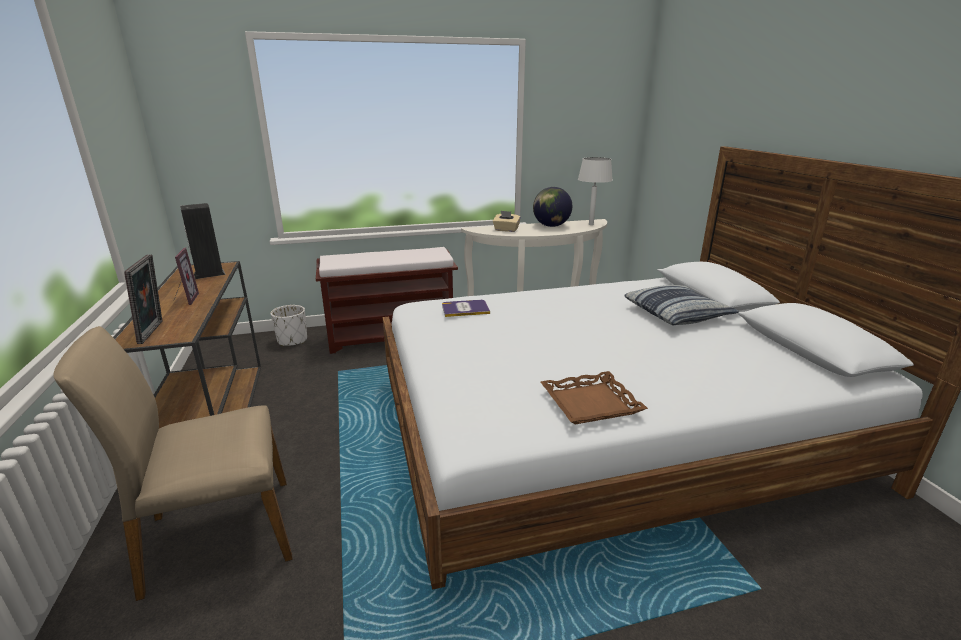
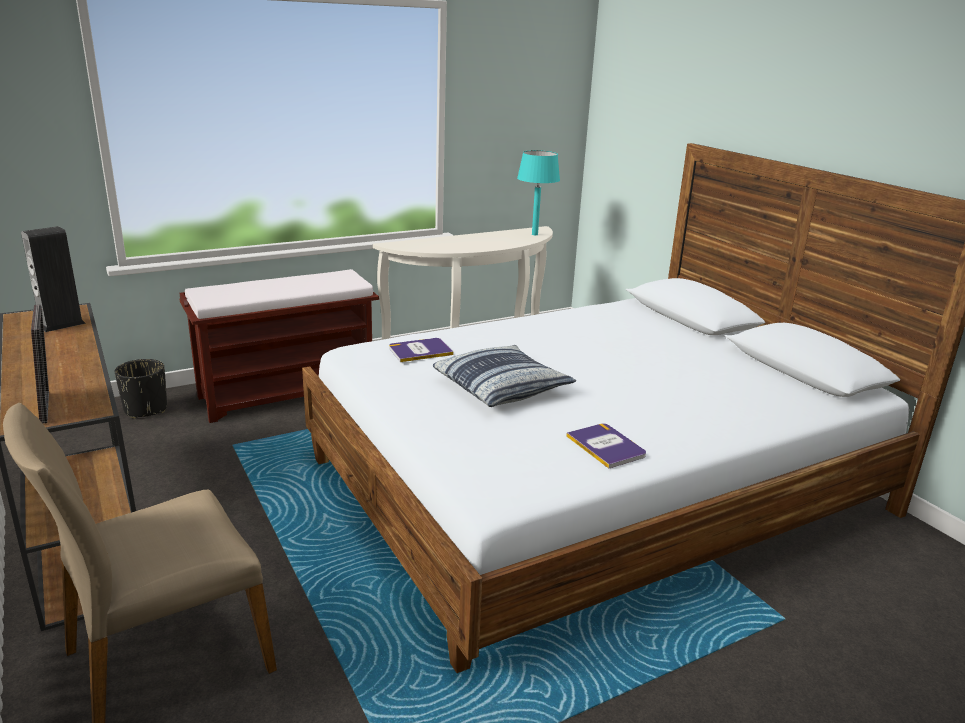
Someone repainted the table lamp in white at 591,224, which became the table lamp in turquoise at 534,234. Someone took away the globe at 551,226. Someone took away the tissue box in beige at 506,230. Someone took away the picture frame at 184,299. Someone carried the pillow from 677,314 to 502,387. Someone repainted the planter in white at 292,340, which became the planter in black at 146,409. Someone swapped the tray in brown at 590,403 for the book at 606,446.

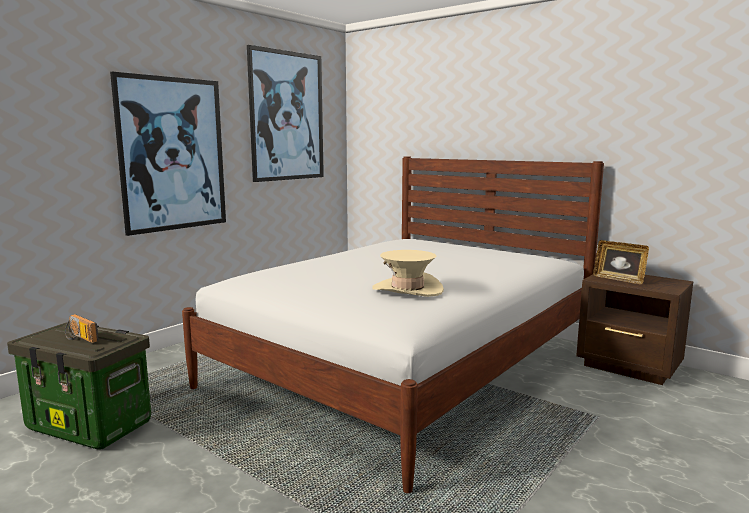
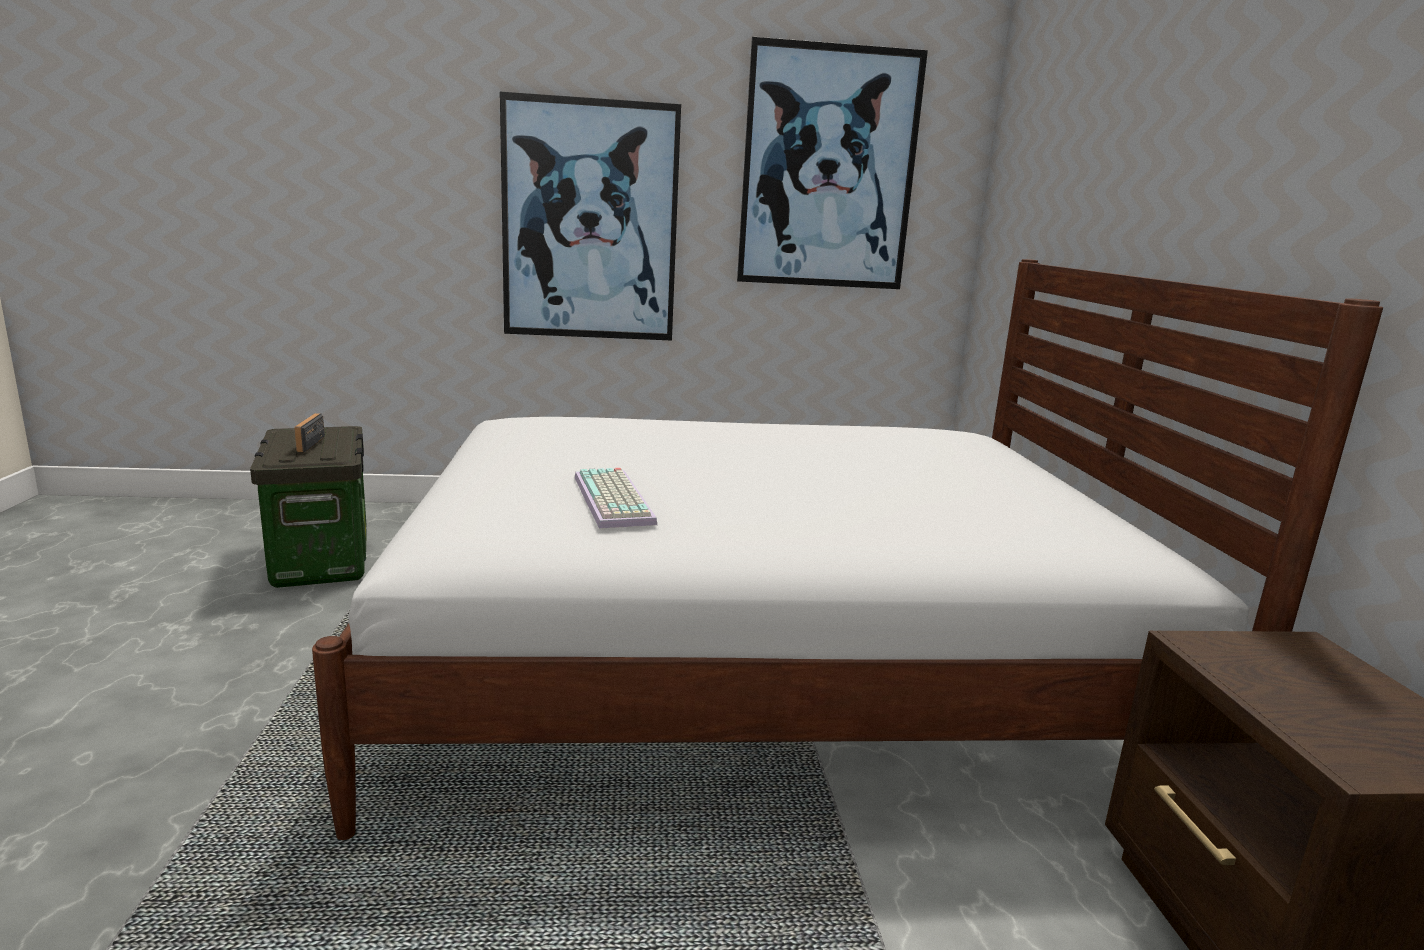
Someone took away the picture frame at 619,279. Someone swapped the hat in beige at 407,289 for the keyboard at 616,500.

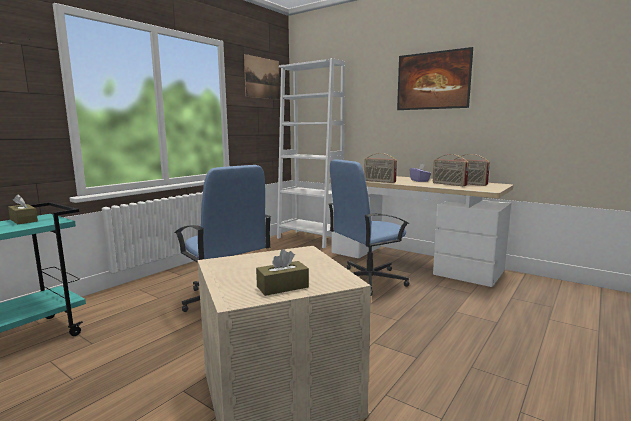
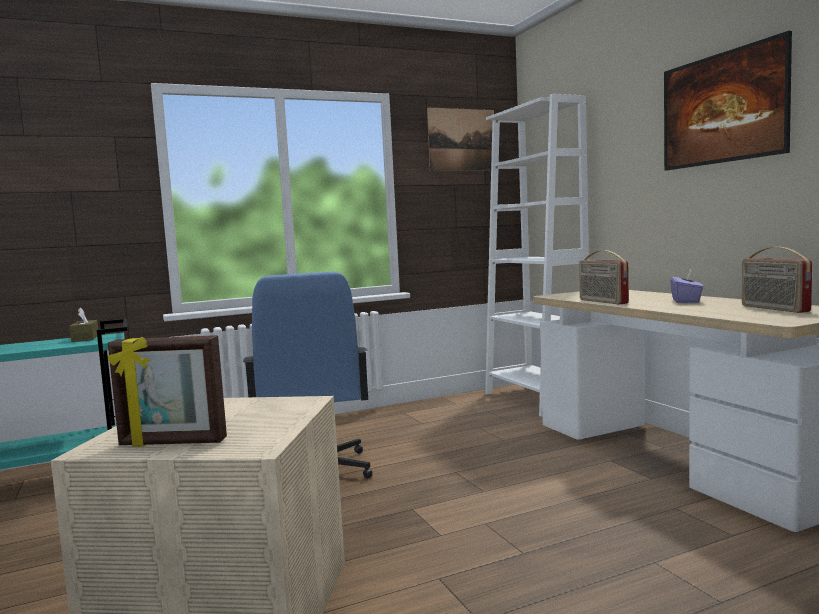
Someone took away the radio at 448,184. Someone took away the office chair in blue at 367,280. Someone swapped the tissue box in brown at 282,287 for the picture frame at 172,443.

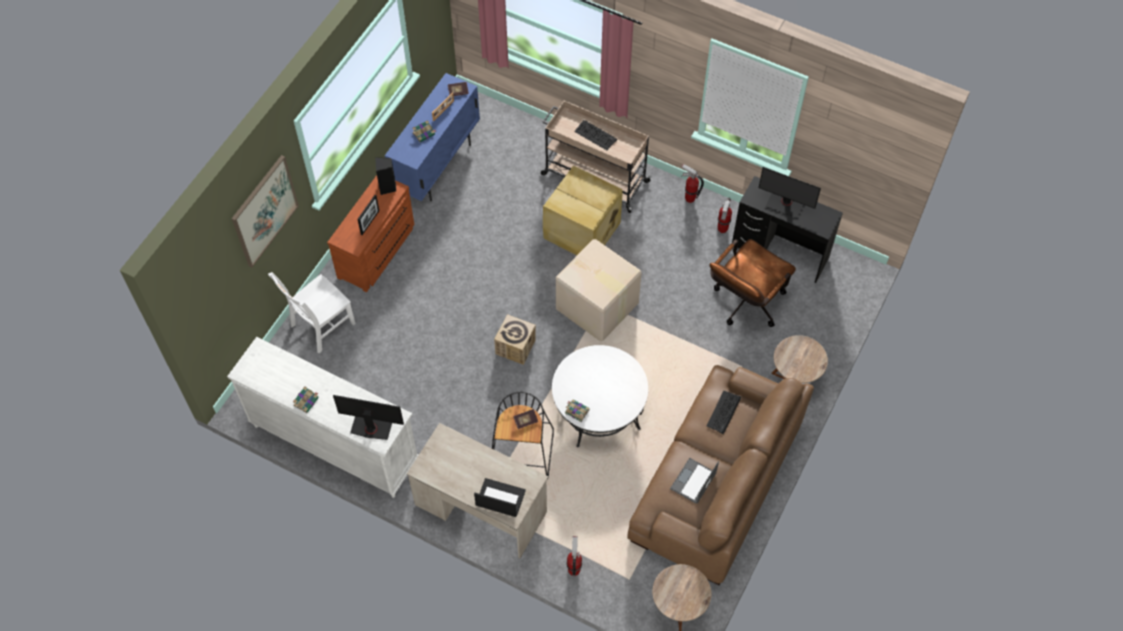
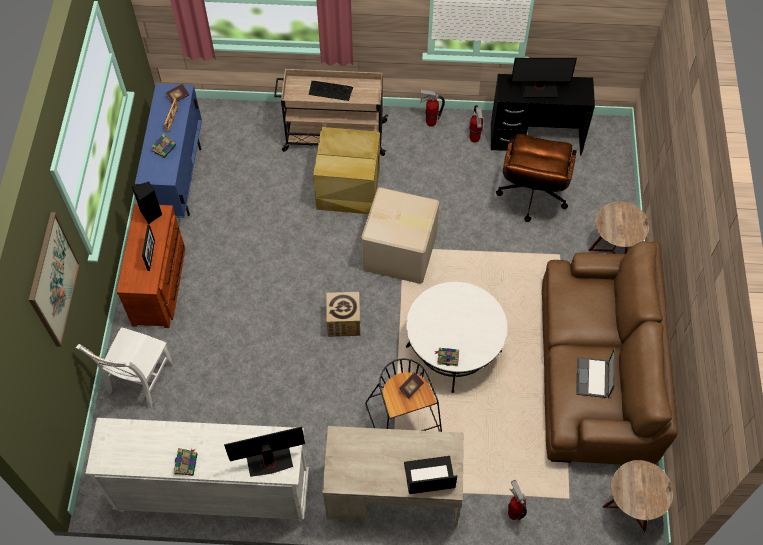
Someone took away the keyboard at 724,412.

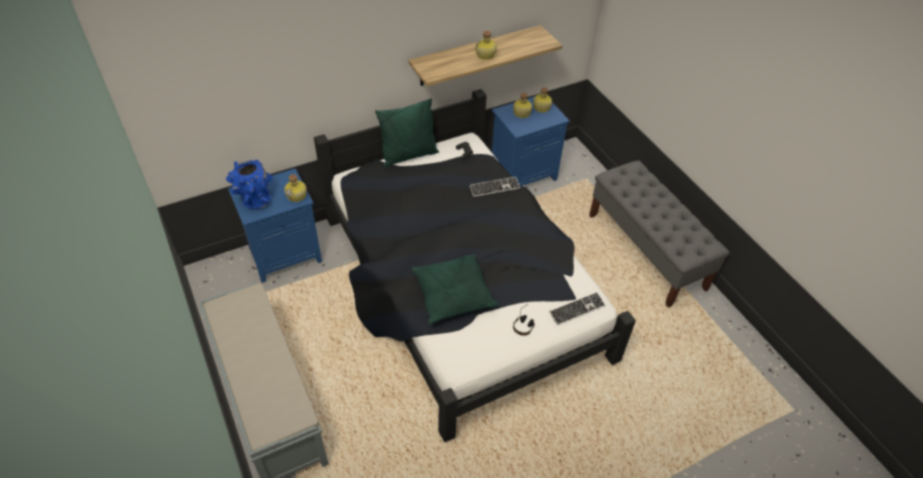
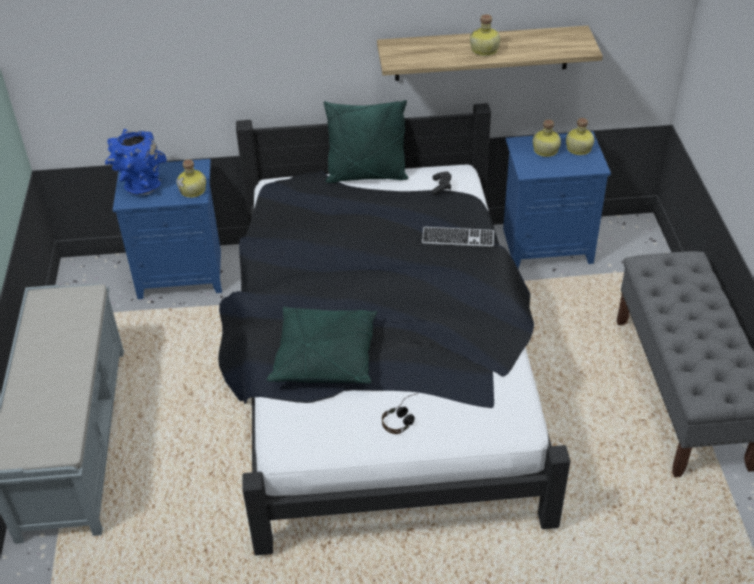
Someone took away the keyboard at 577,309.

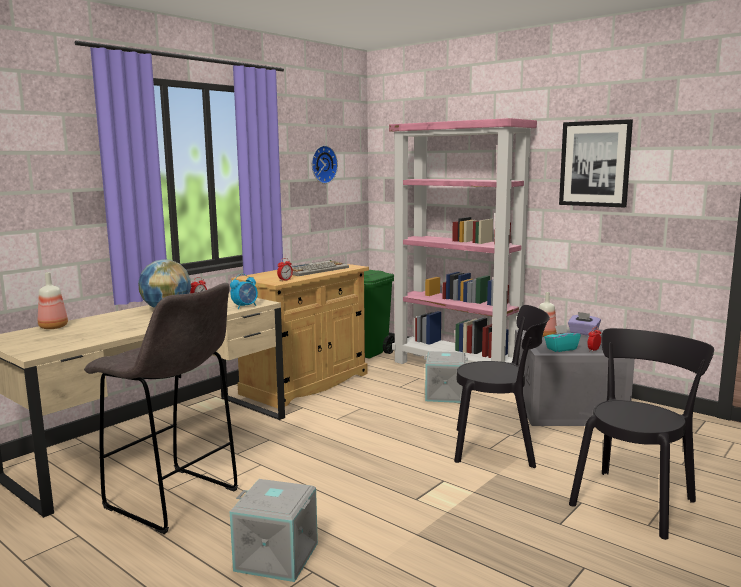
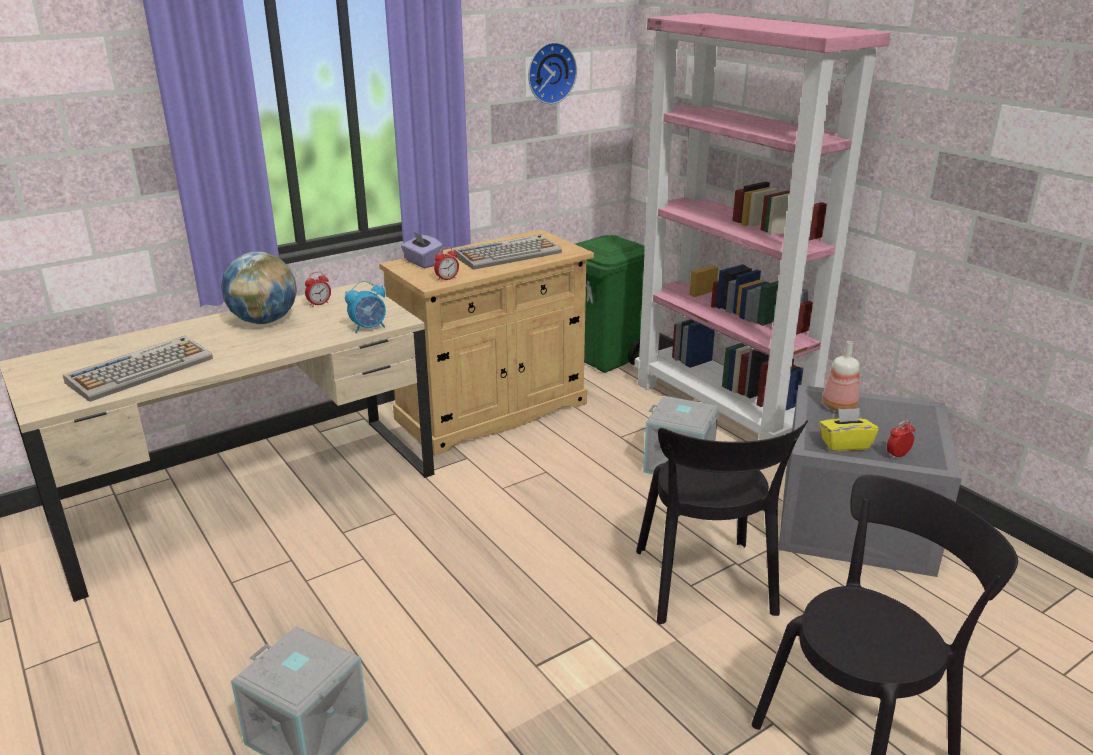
Someone took away the picture at 595,164. Someone took away the bottle at 53,327. Someone took away the stool in grey at 174,500. Someone rotated the chair in black at 499,447 by 60 degrees clockwise. Someone carried the tissue box in purple from 583,333 to 422,263. Someone repainted the tissue box in turquoise at 561,349, which became the tissue box in yellow at 845,444. Someone put down the keyboard at 141,370.

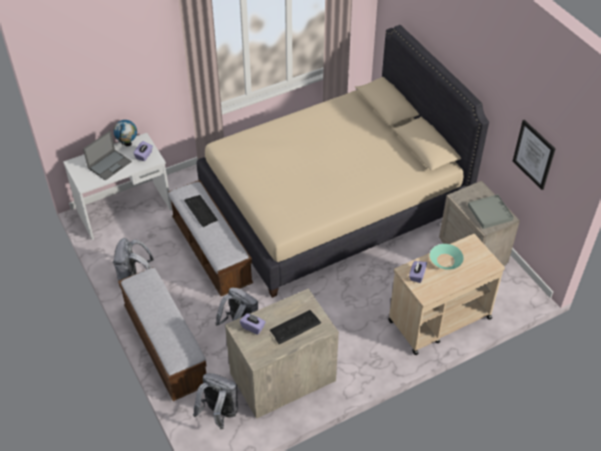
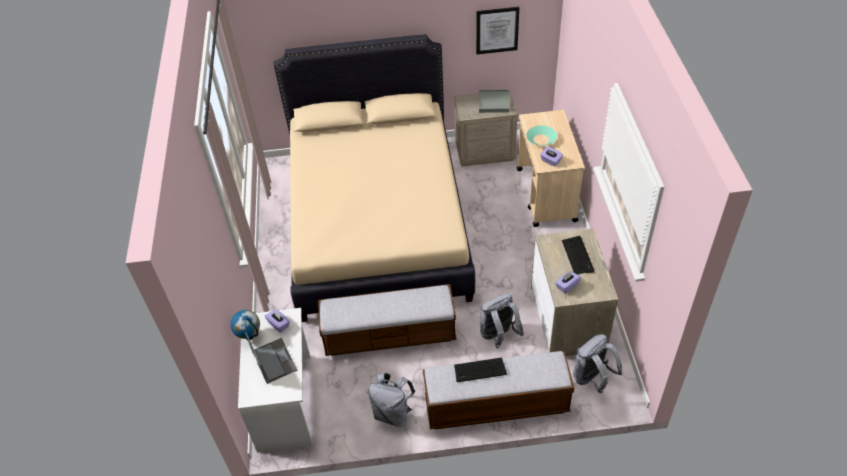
Someone carried the keyboard from 200,211 to 480,370.

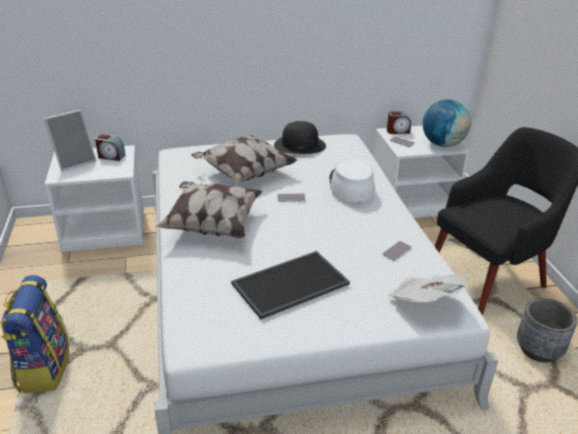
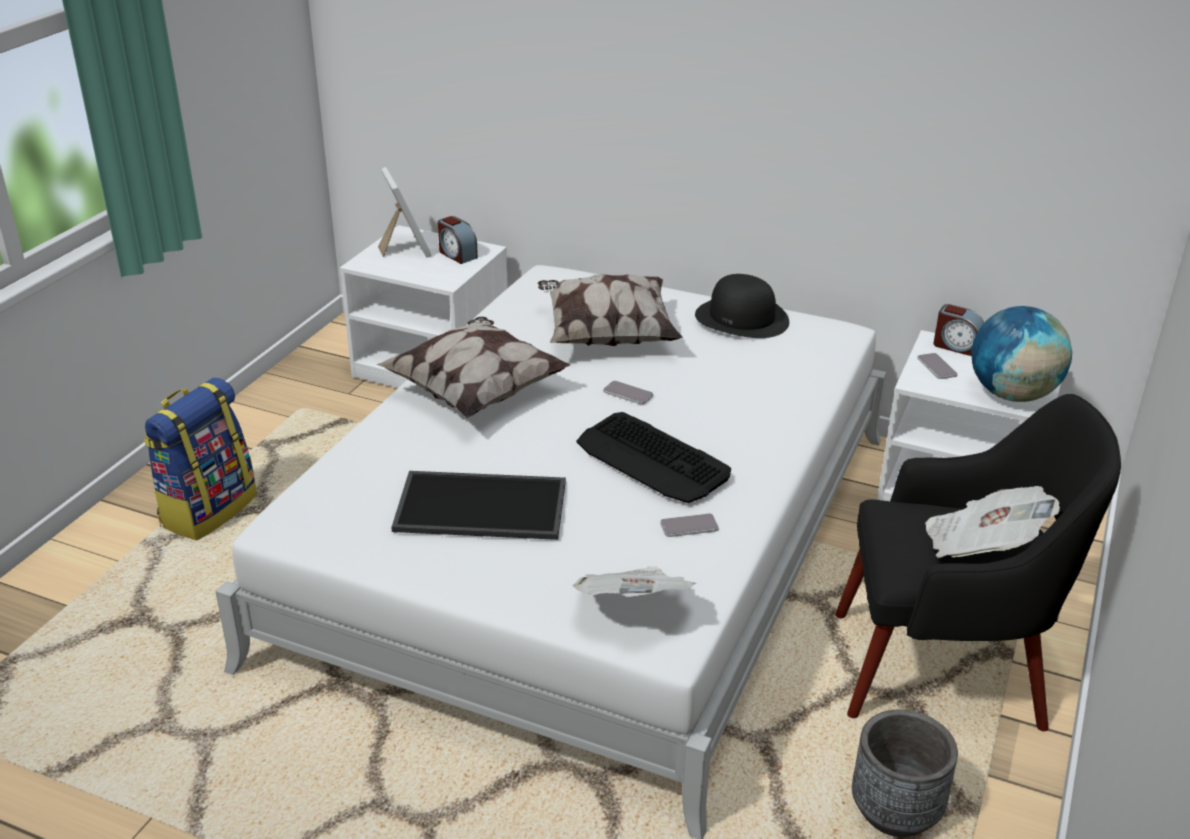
Someone rotated the picture frame at 74,162 by 105 degrees counterclockwise. Someone took away the hat in white at 350,185. Someone put down the keyboard at 652,459. Someone put down the newspaper at 981,546.

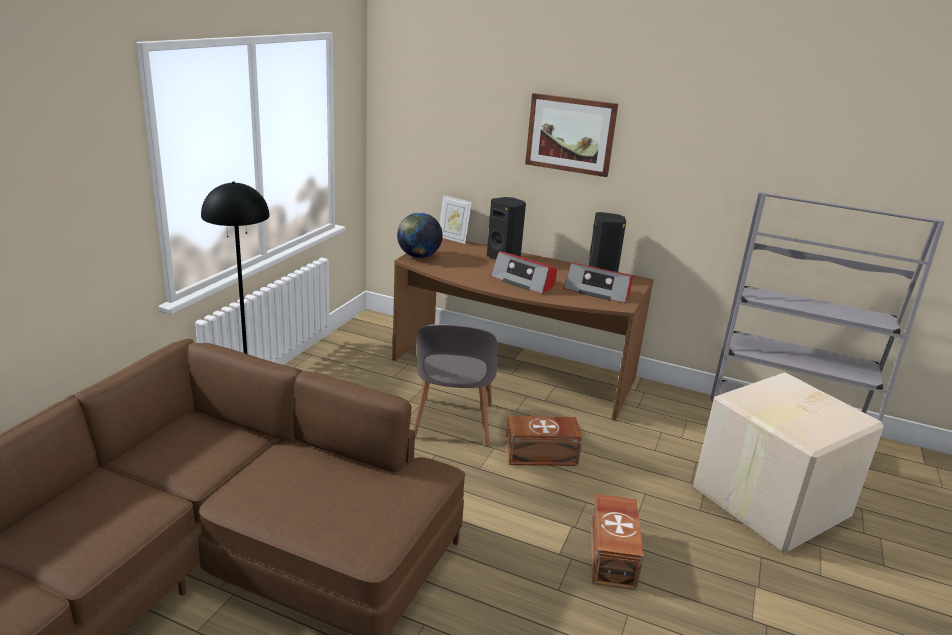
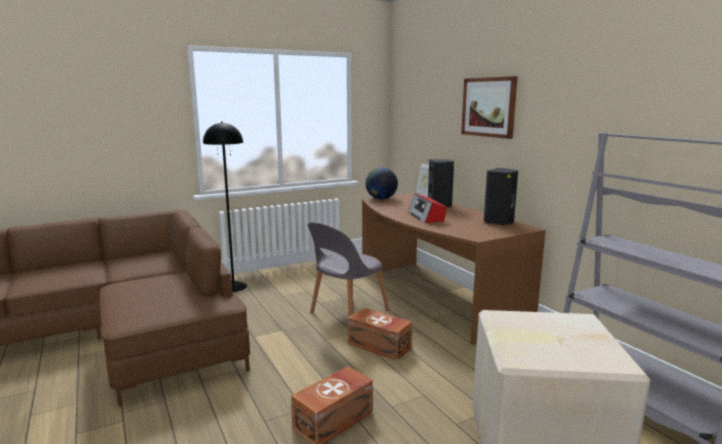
Someone took away the radio at 598,291.

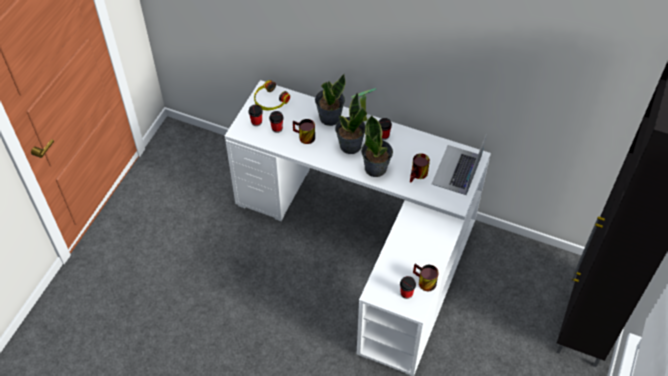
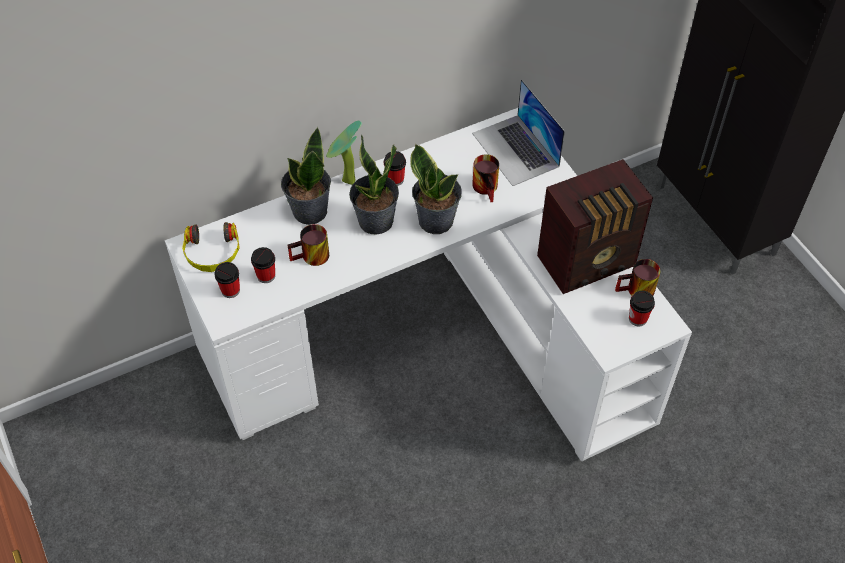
Someone put down the radio at 588,262.

